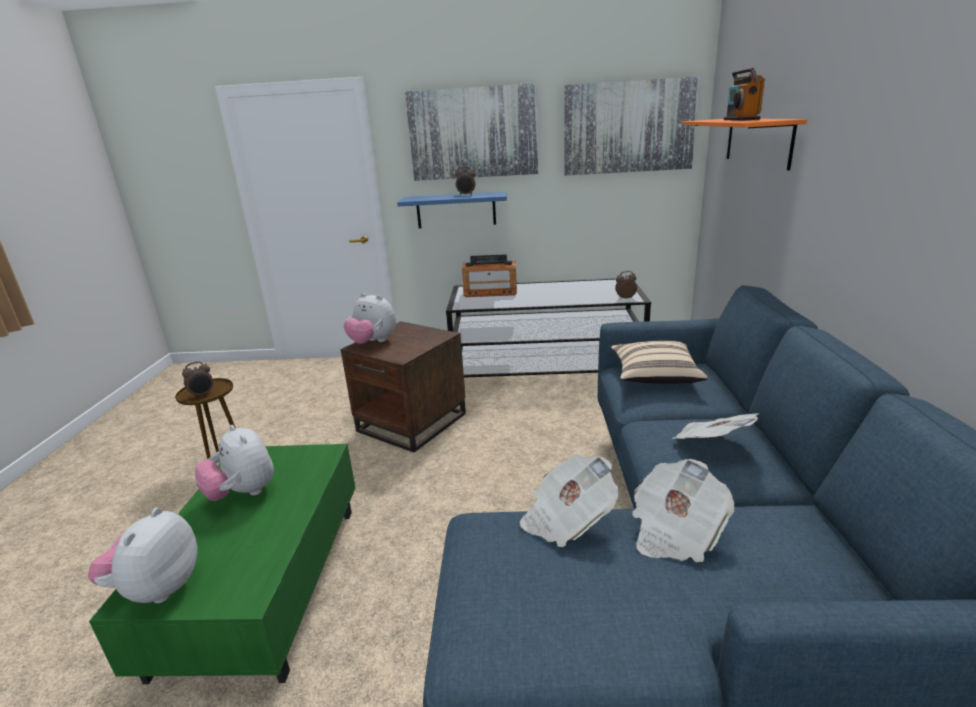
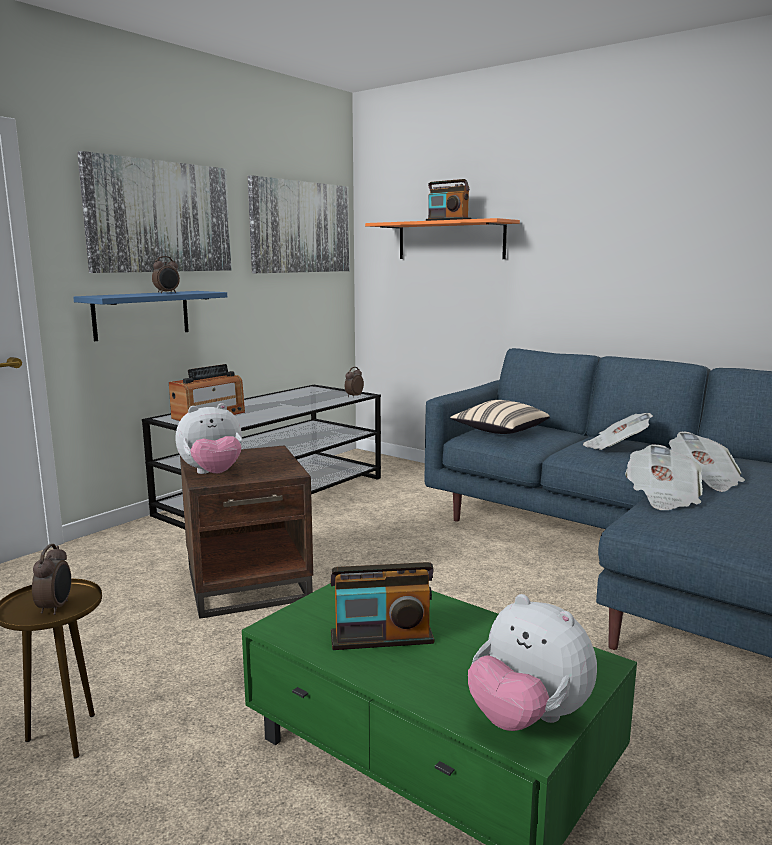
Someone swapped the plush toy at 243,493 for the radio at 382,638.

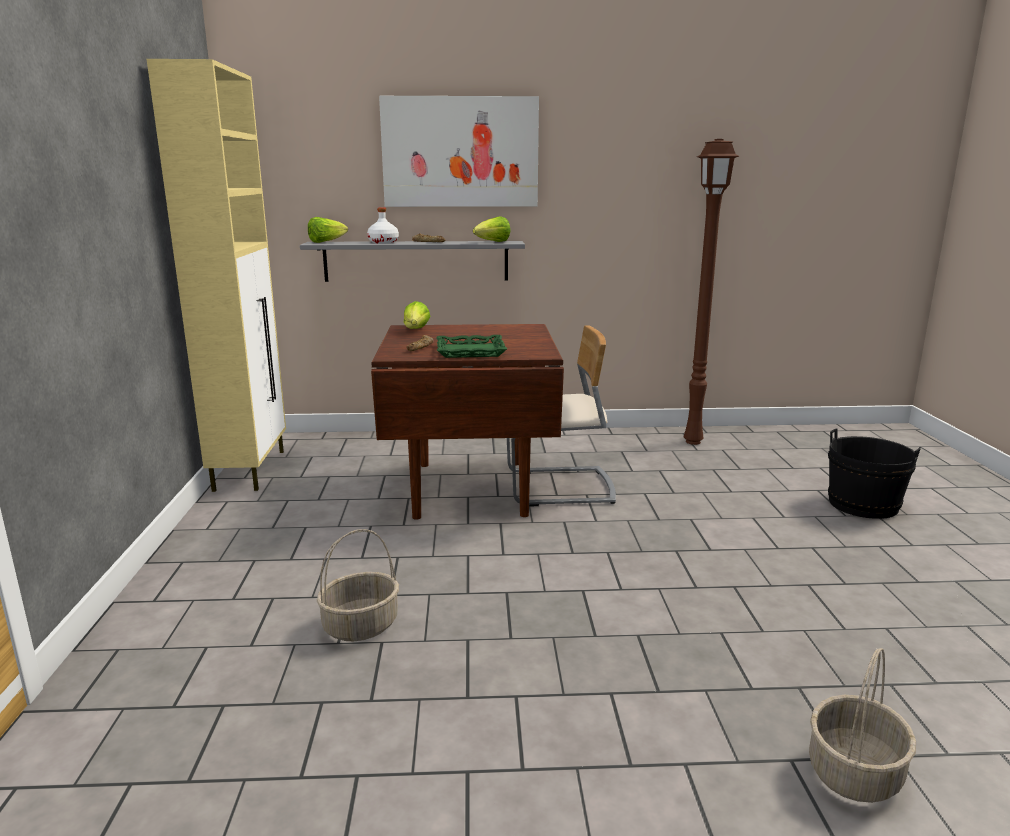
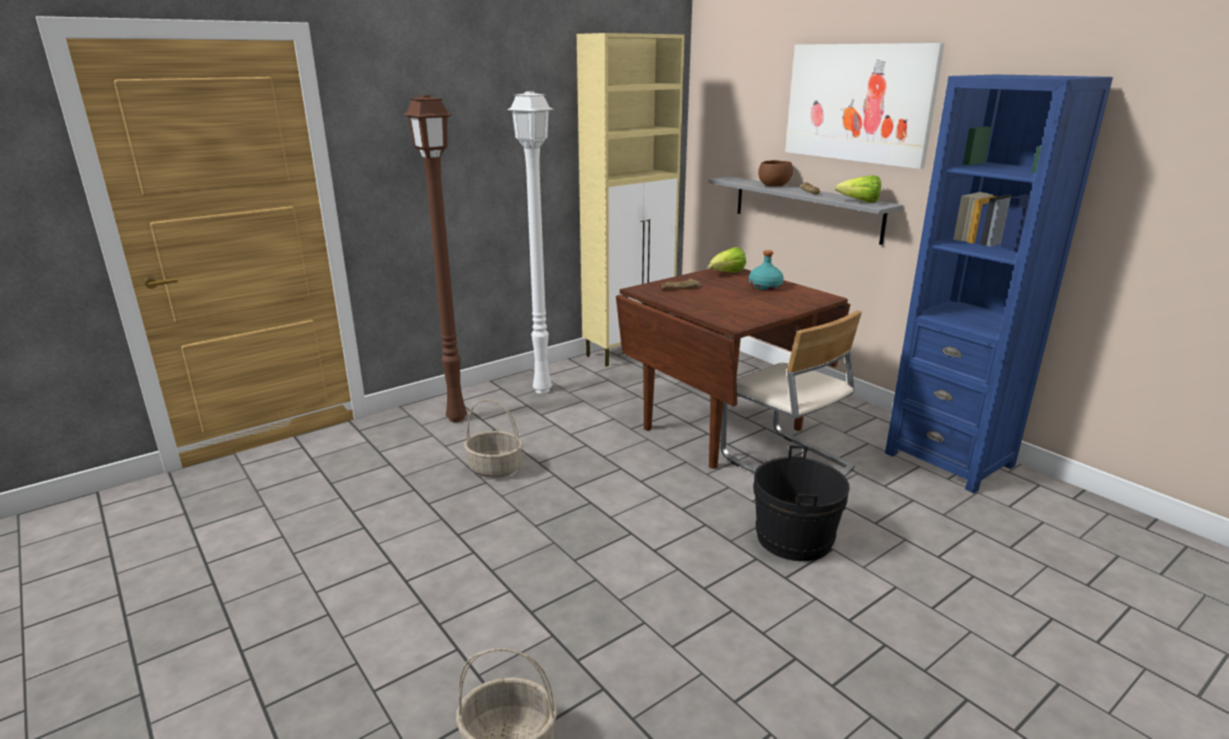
Someone carried the floor lamp in brown from 691,441 to 457,417. Someone swapped the bottle in white at 383,242 for the bowl in brown at 773,186. Someone took away the lettuce at 326,242. Someone took away the tray in green at 470,351. Someone carried the bucket in black from 863,505 to 794,538. Someone put down the bookcase in blue at 949,459. Someone put down the floor lamp in white at 542,391. Someone put down the bottle in turquoise at 764,287.

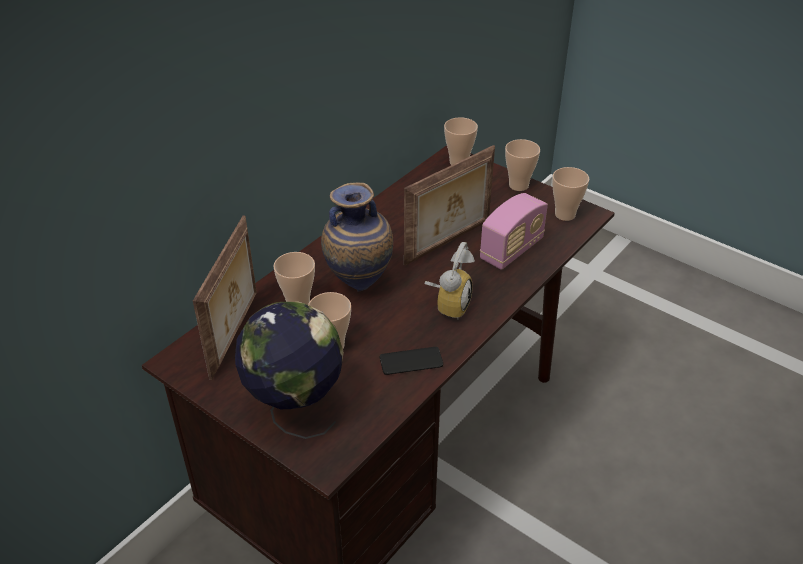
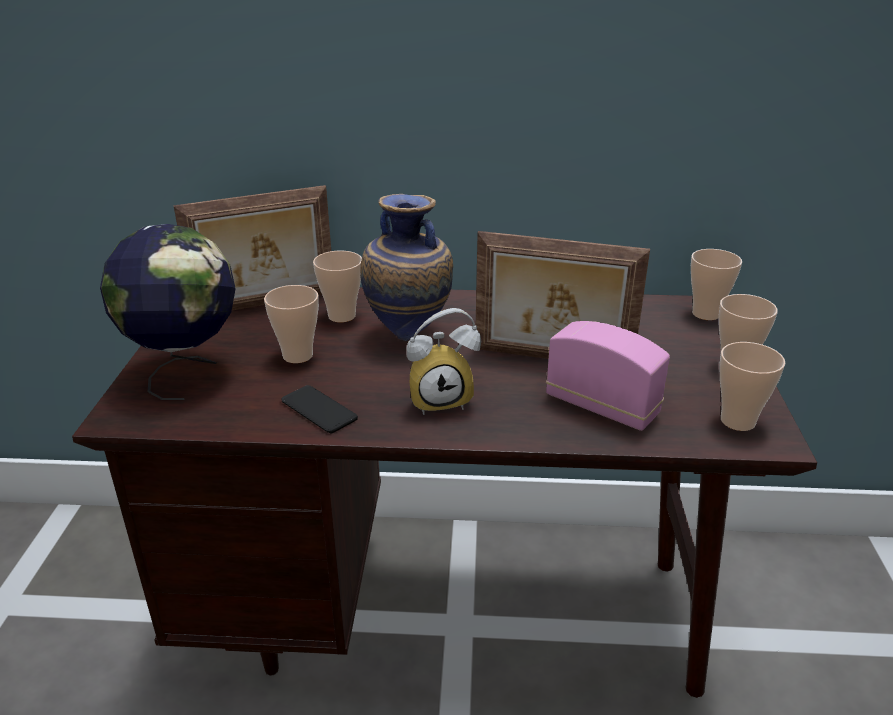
Someone rotated the radio at 511,250 by 150 degrees counterclockwise.

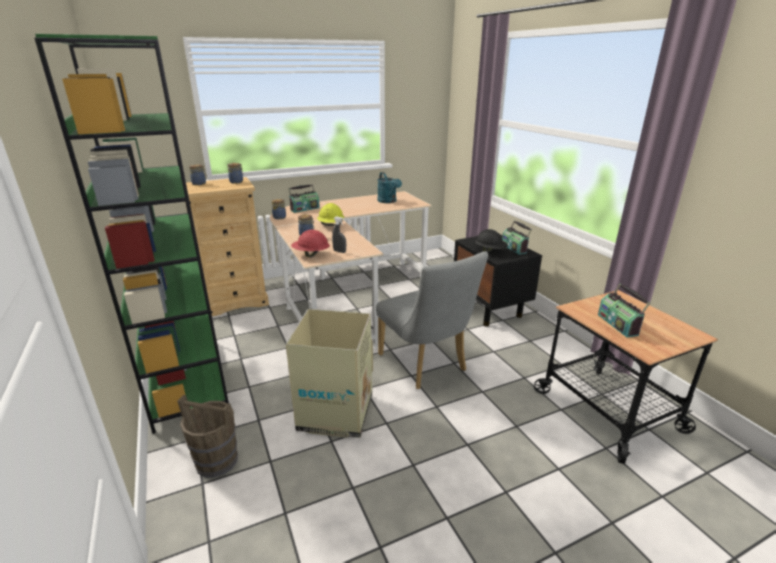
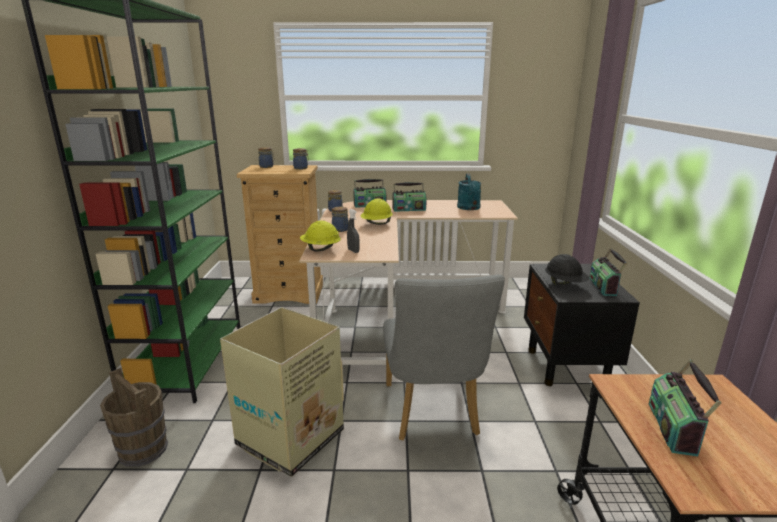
Someone repainted the hard hat in red at 311,254, which became the hard hat in yellow at 320,249. Someone put down the radio at 409,209.

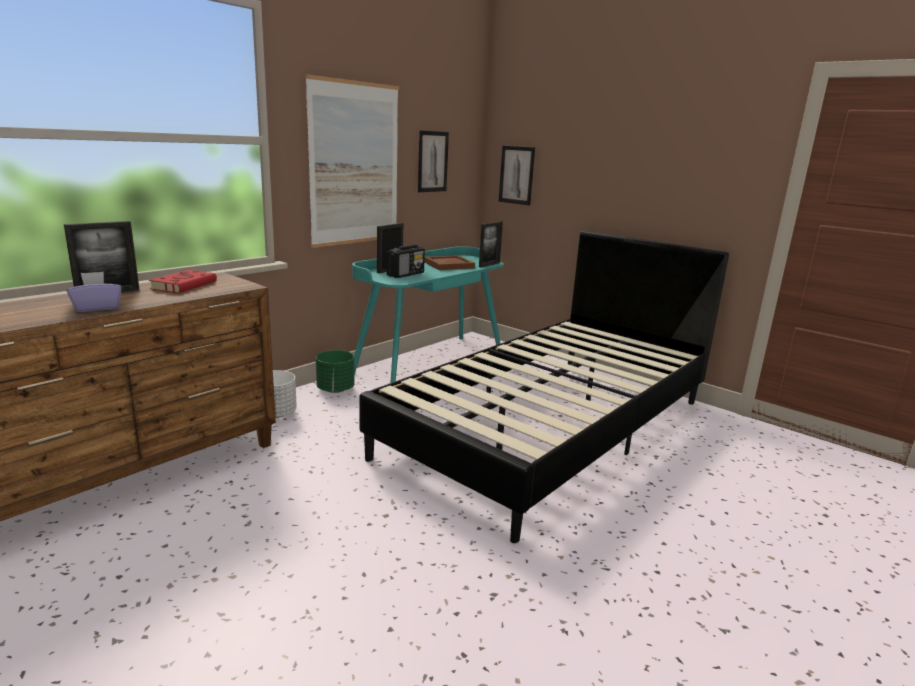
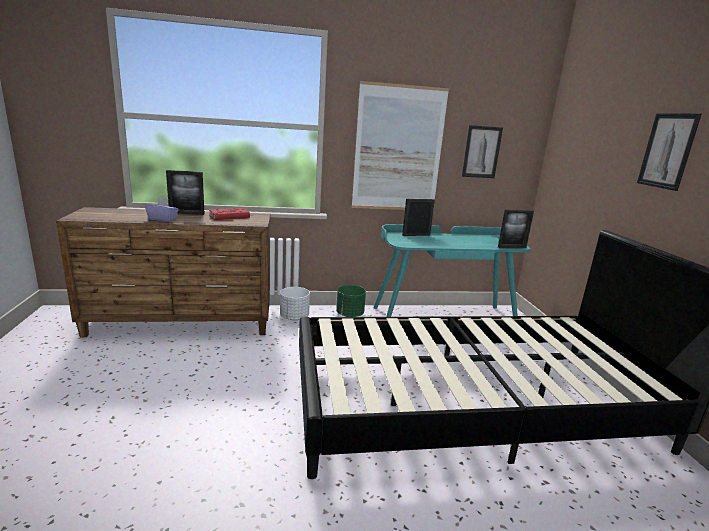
Someone carried the picture from 516,175 to 667,151. Someone took away the radio at 406,274. Someone took away the tray in brown at 448,265.

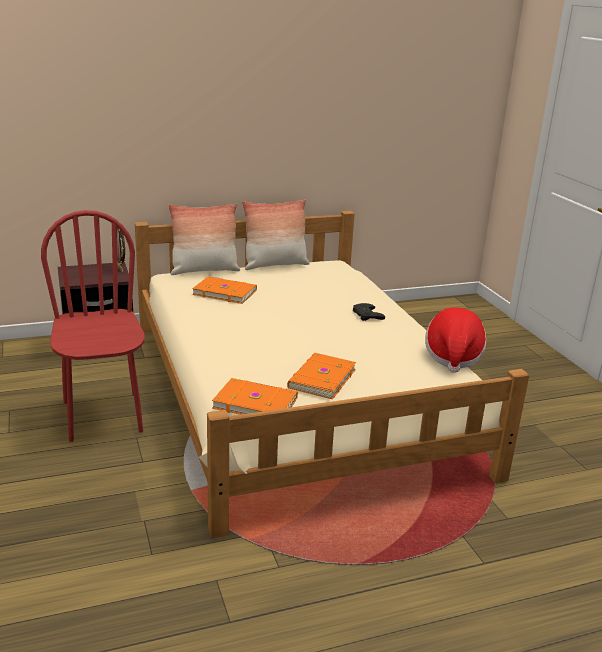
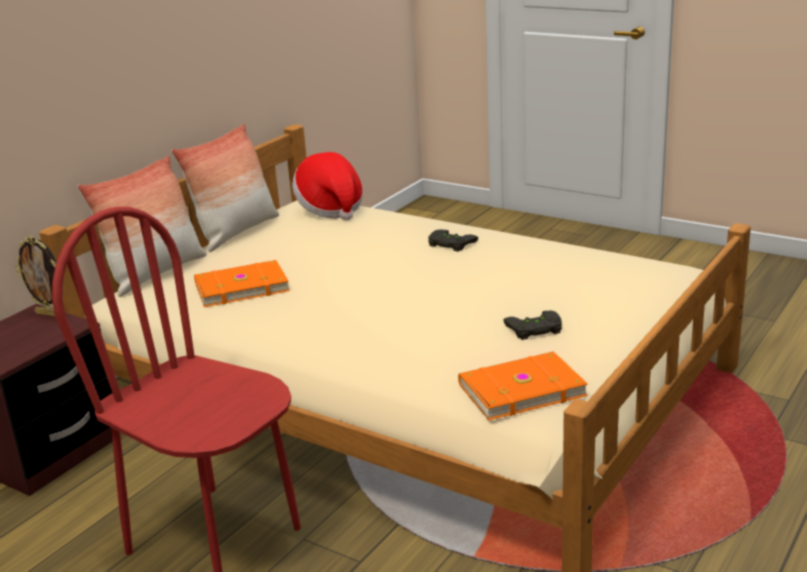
Someone carried the hat from 453,356 to 330,208. Someone swapped the book in orange at 320,378 for the game controller in black at 535,330.

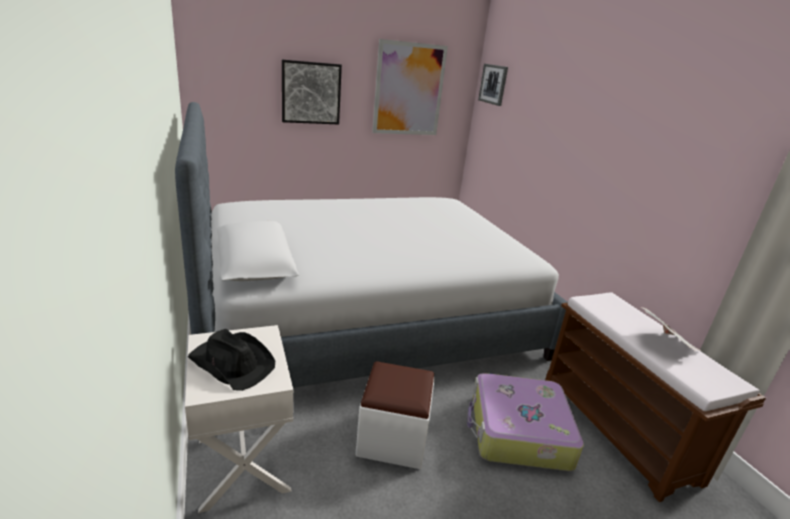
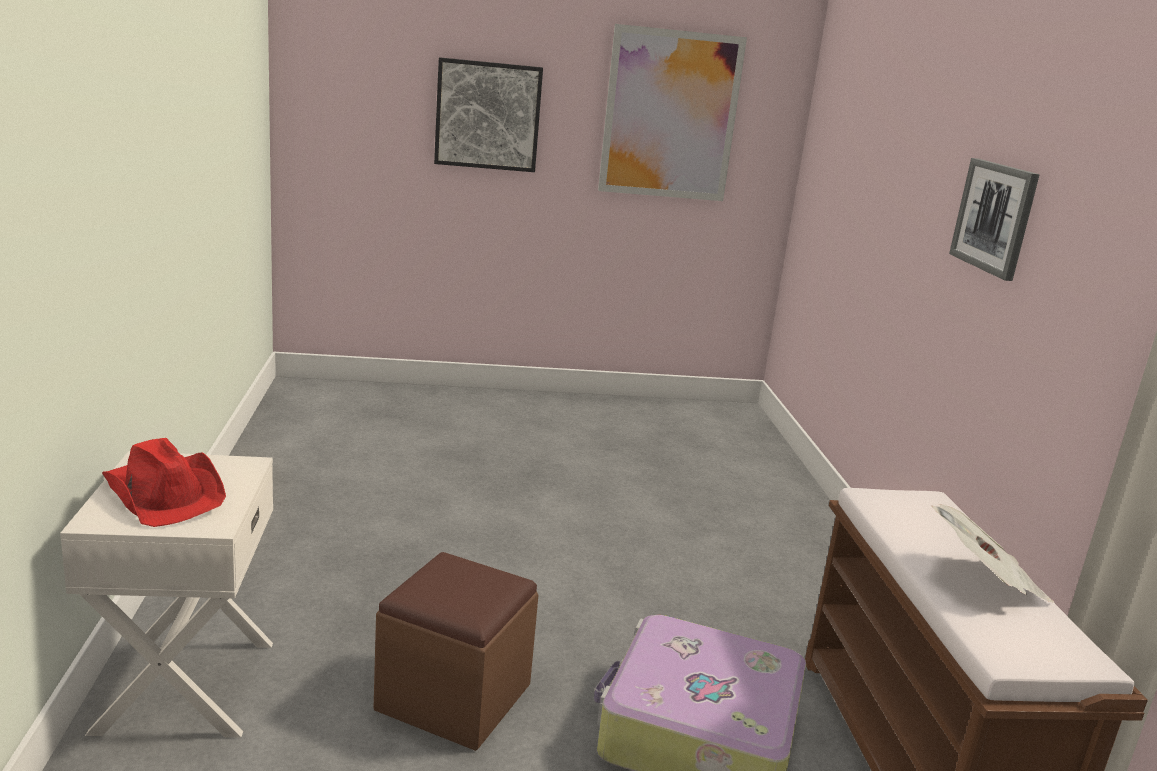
Someone carried the picture from 493,84 to 994,217. Someone took away the bed at 364,316. Someone repainted the hat in black at 232,362, which became the hat in red at 166,492. Someone repainted the ottoman in white at 393,438, which became the ottoman in brown at 454,697.

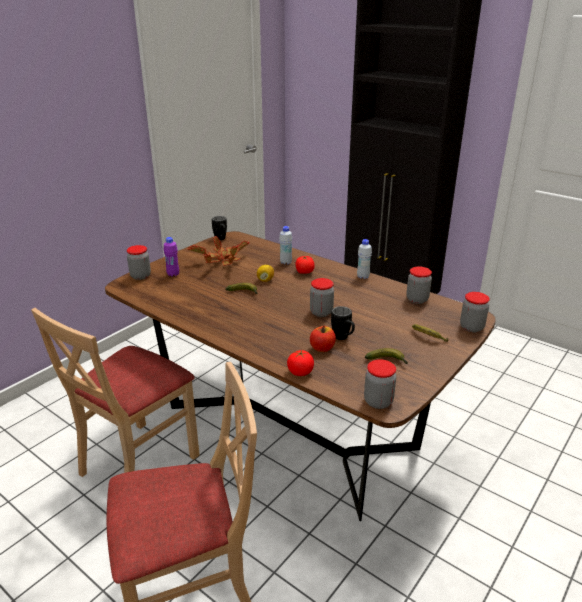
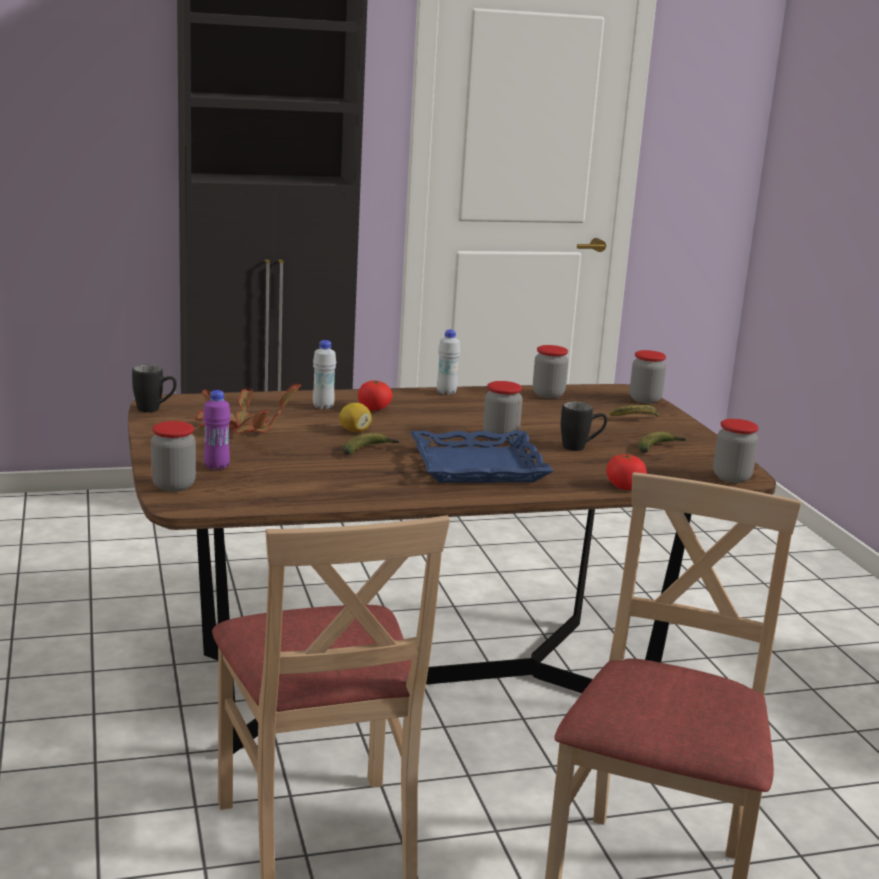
Someone took away the apple at 322,348. Someone put down the tray in blue at 478,467.

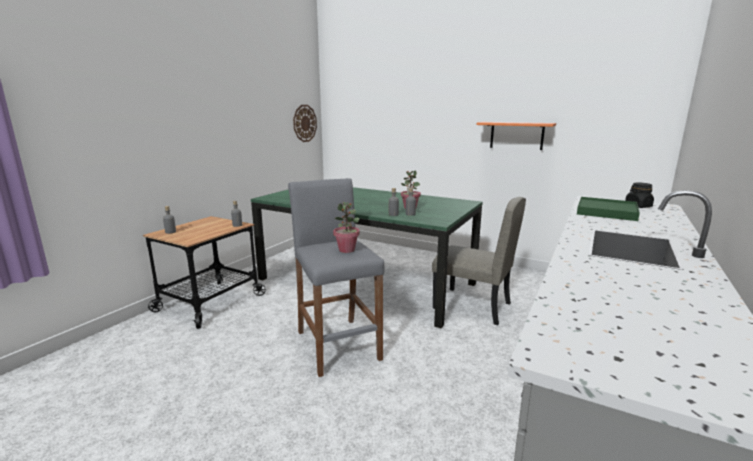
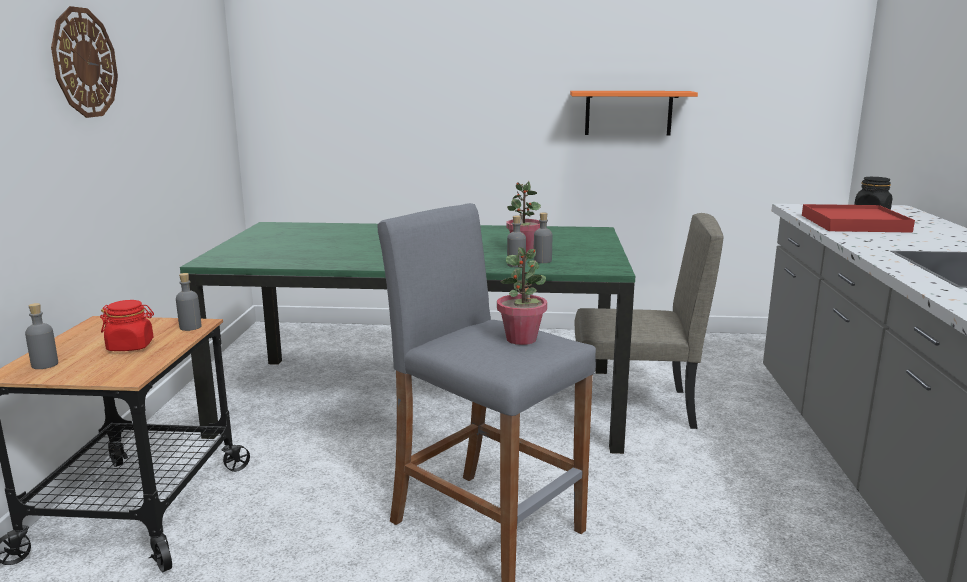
Someone carried the wall clock from 304,123 to 84,63. Someone repainted the tray in green at 606,211, which became the tray in red at 854,223. Someone put down the jar in red at 131,346.

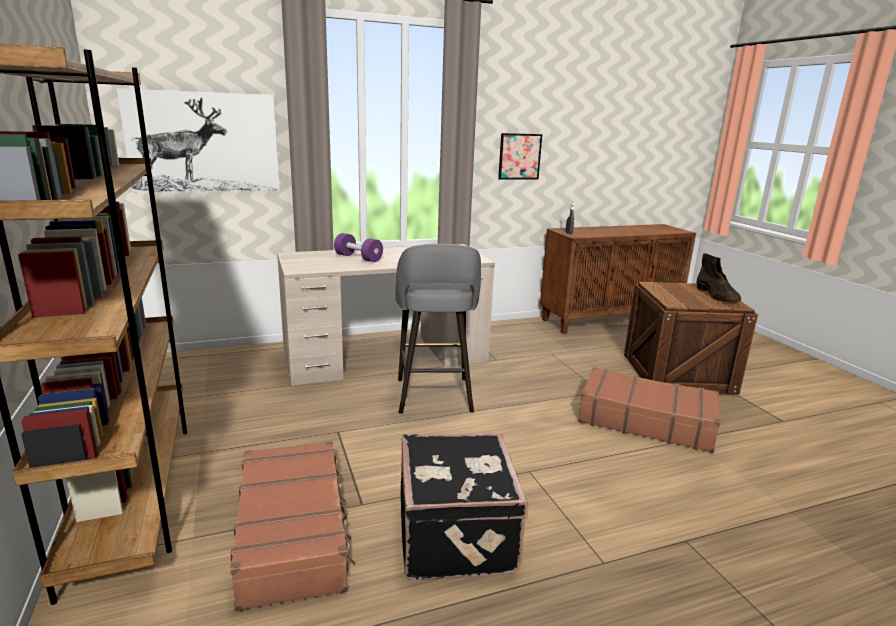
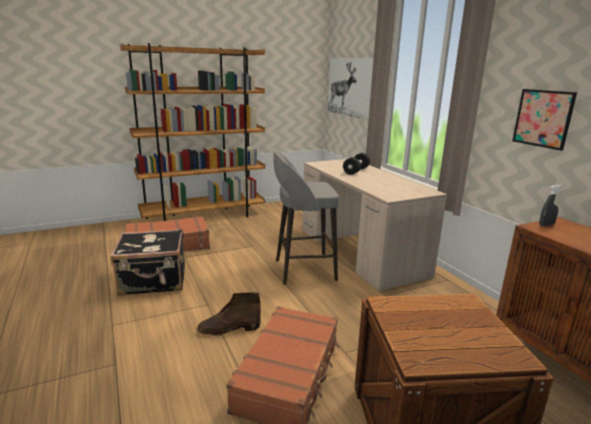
Someone repainted the dumbbell in purple at 358,258, which became the dumbbell in black at 356,171. Someone carried the boot in brown from 717,295 to 228,329.

